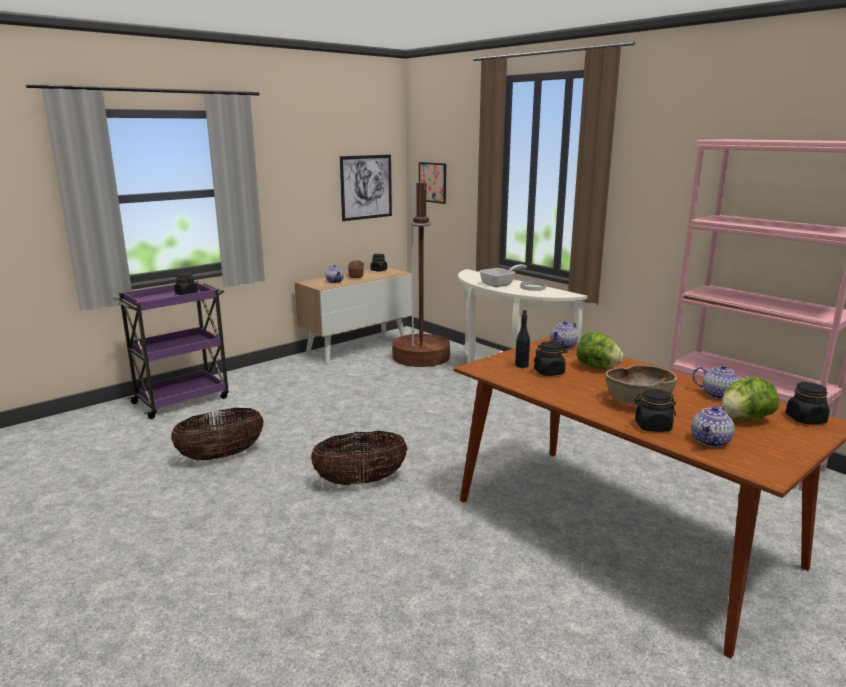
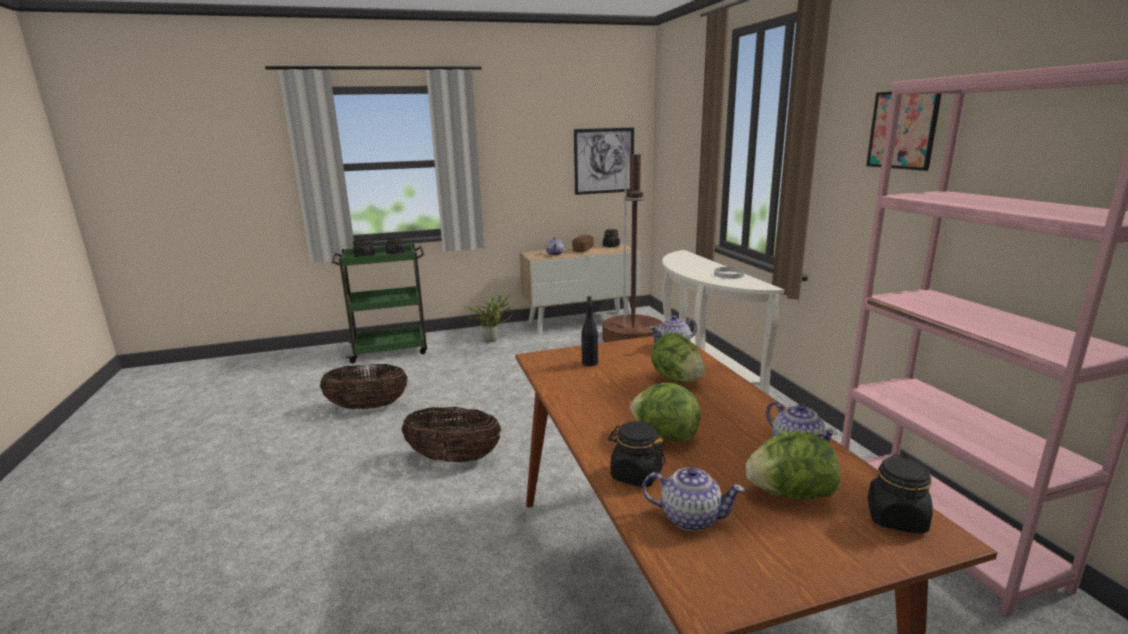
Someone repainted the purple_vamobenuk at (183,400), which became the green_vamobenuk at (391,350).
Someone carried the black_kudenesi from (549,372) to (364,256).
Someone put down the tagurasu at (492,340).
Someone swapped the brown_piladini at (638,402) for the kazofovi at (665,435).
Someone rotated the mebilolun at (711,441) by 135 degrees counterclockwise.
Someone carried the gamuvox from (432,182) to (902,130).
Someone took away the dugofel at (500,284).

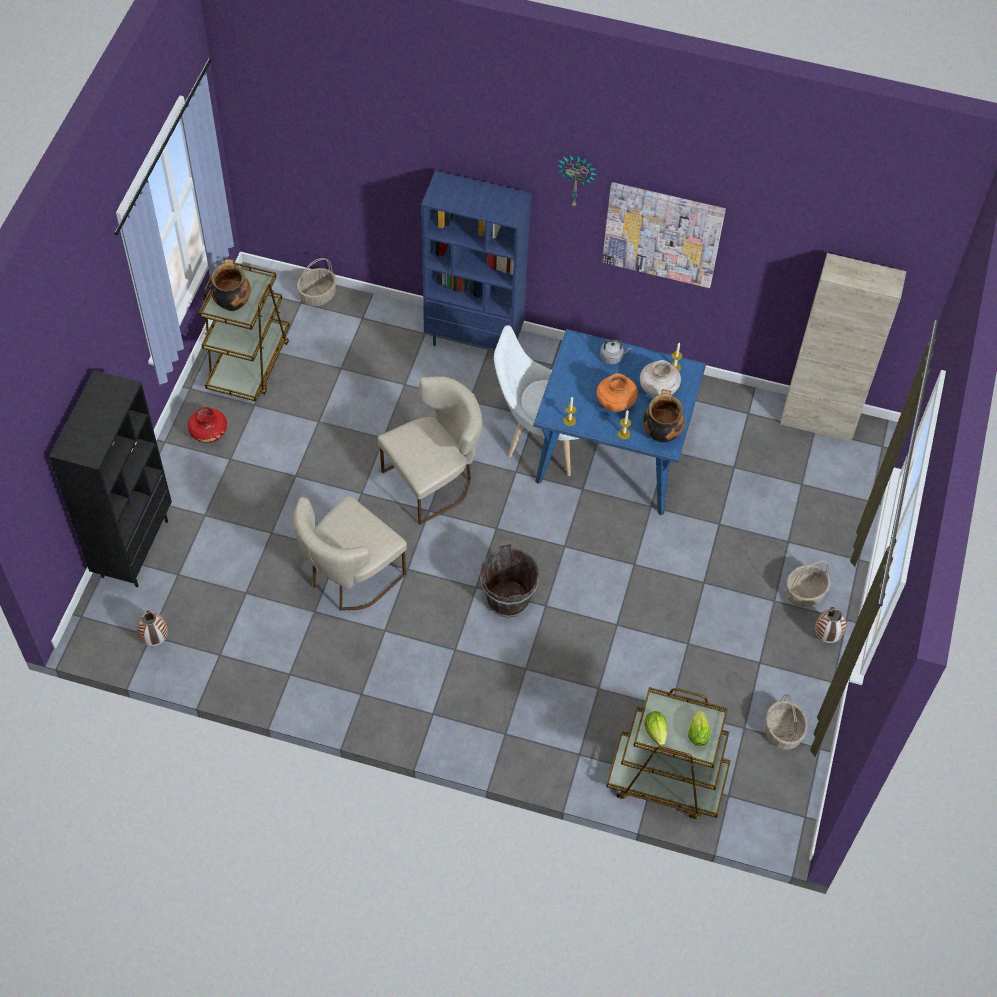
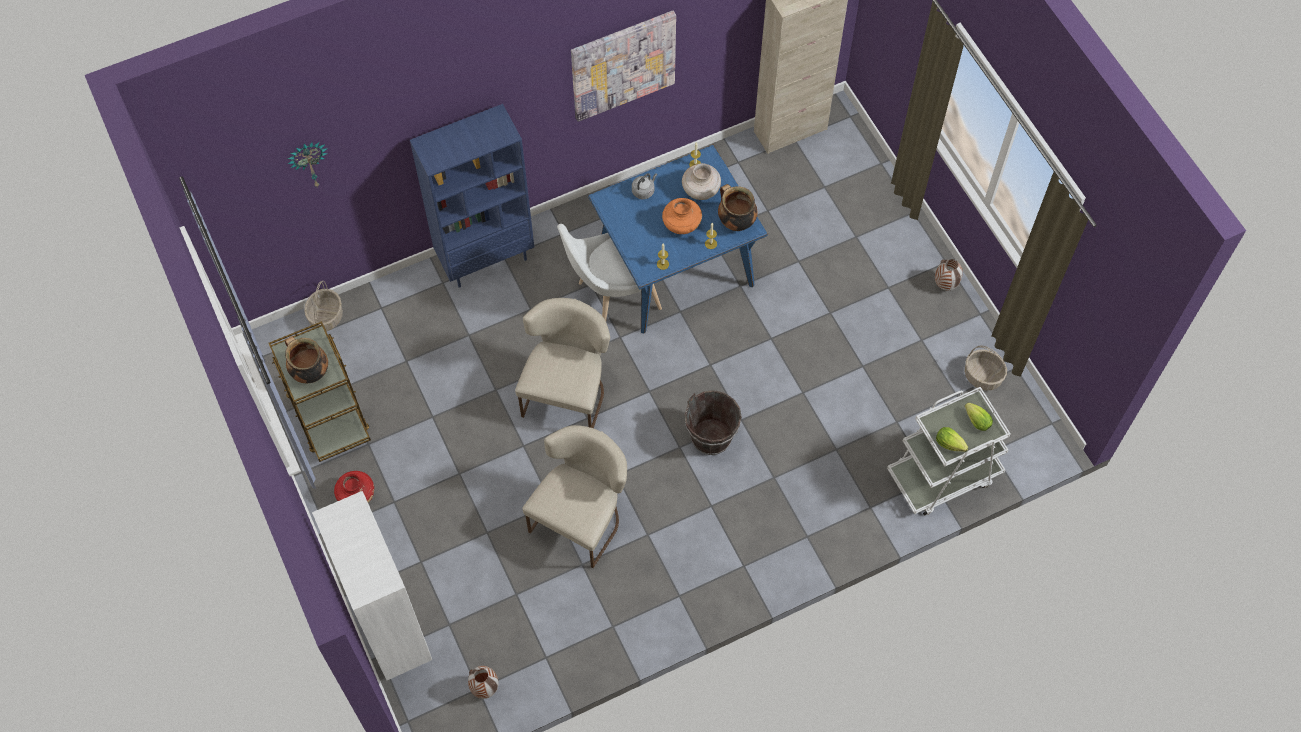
Someone carried the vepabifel from (576,179) to (309,163).
Someone repainted the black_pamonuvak at (134,548), which became the white_pamonuvak at (392,633).
Someone rotated the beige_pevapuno at (349,578) by 150 degrees counterclockwise.
Someone repainted the brown_vamobenuk at (666,780), which became the white_vamobenuk at (943,475).
Someone took away the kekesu at (804,593).

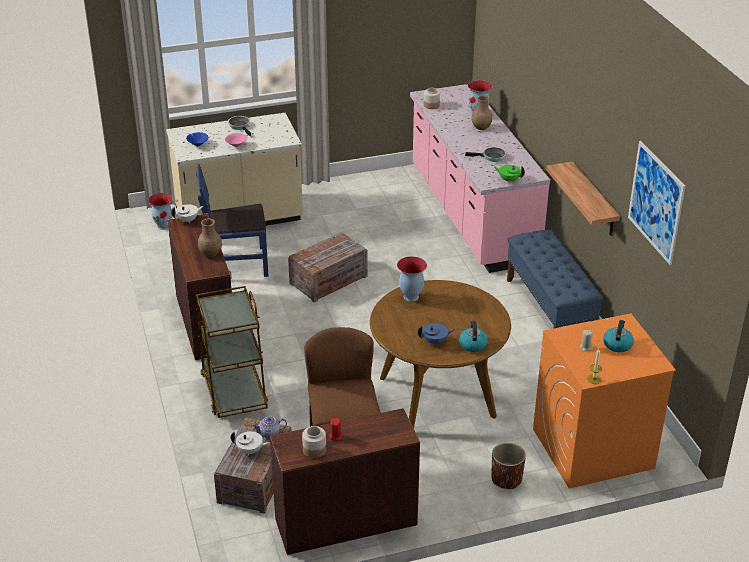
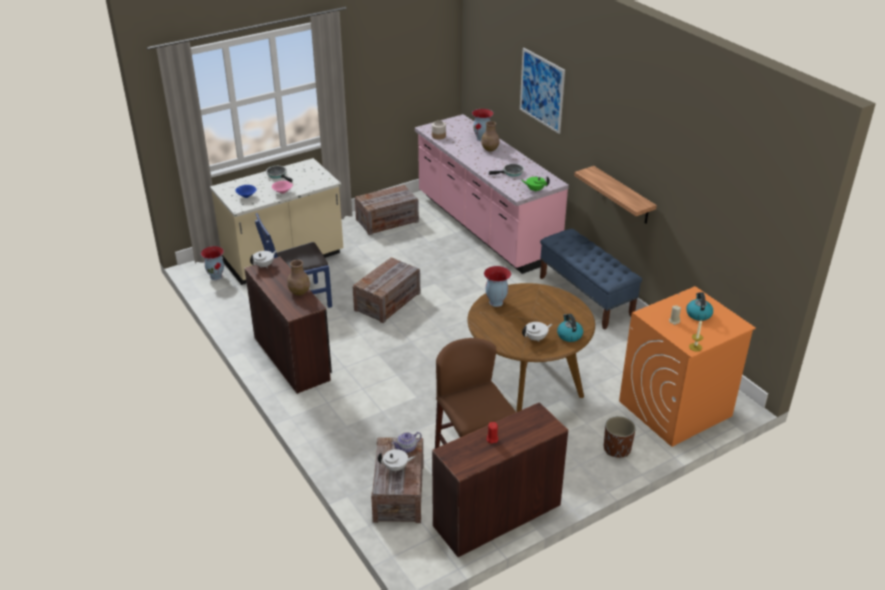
Someone put down the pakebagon at (387,221).
Someone carried the gamuvox from (656,202) to (542,90).
Someone repainted the blue_mebilolun at (435,342), which became the white_mebilolun at (536,338).
Someone took away the brown_vamobenuk at (234,391).
Someone took away the kudenesi at (314,450).

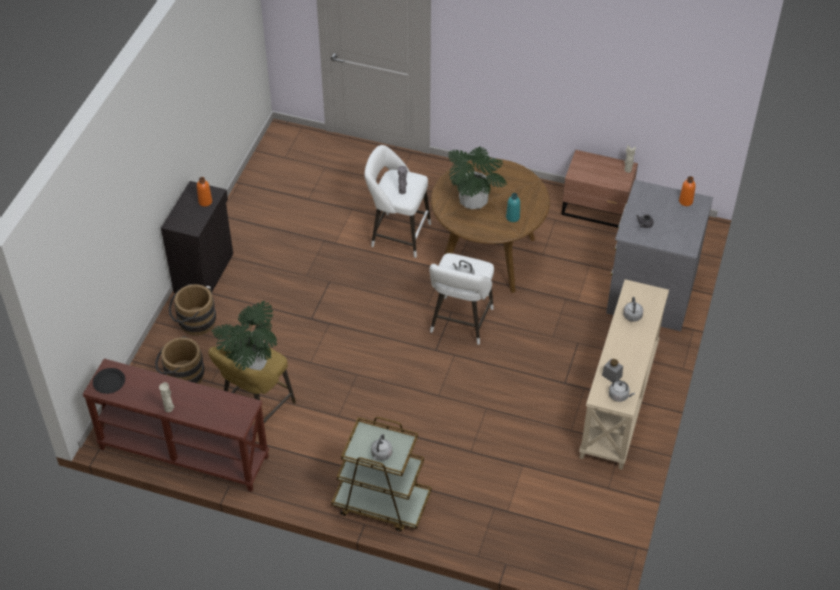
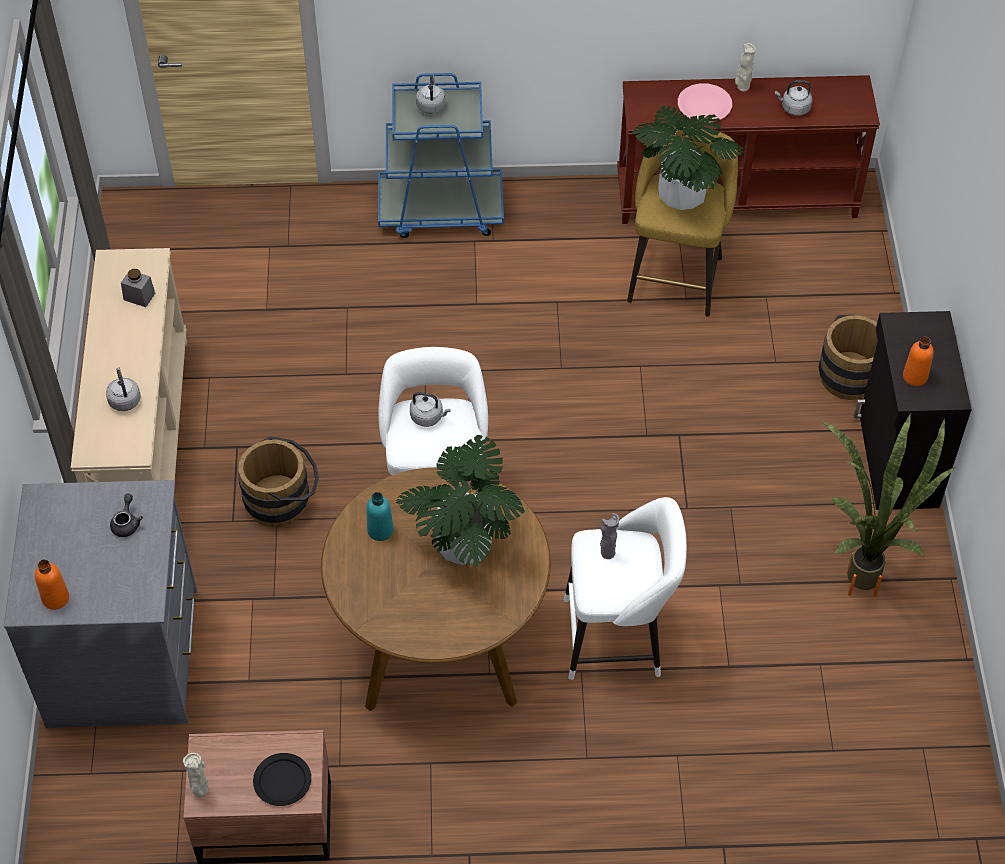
Someone carried the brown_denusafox from (181,375) to (283,500).
Someone carried the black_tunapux from (109,382) to (282,780).
Someone repainted the brown_vamobenuk at (381,503), which became the blue_vamobenuk at (441,210).
Someone put down the pink_tunapux at (704,105).
Someone carried the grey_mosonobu from (619,396) to (794,108).
Someone put down the tagurasu at (864,575).

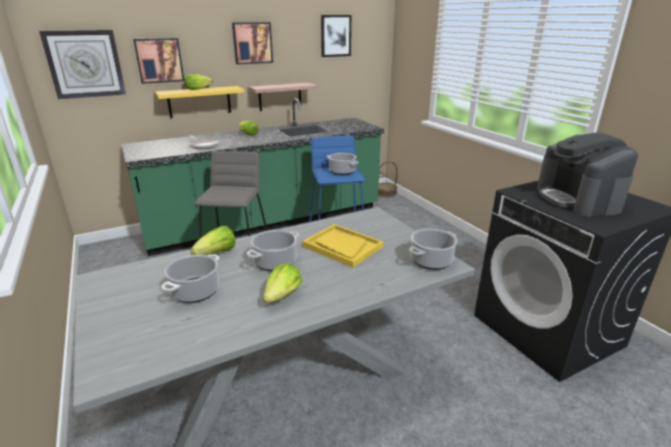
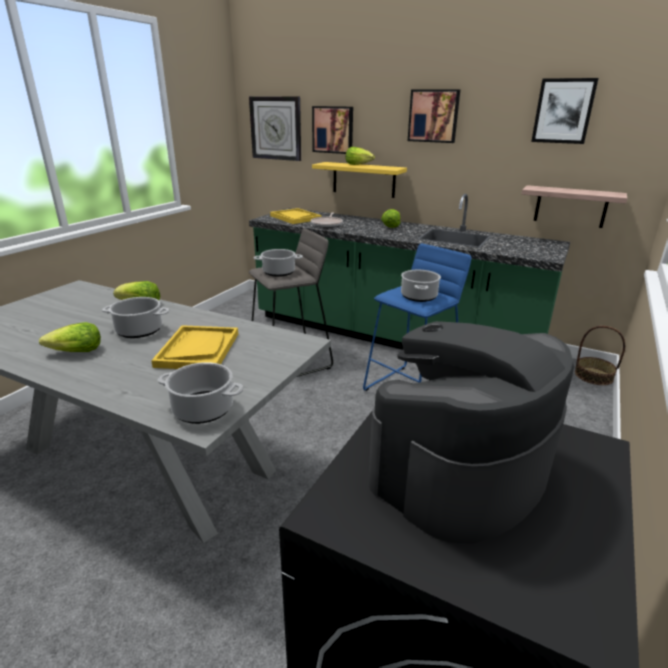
Someone carried the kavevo from (195,292) to (278,272).
Someone put down the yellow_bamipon at (295,217).
Someone carried the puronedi from (280,96) to (570,206).

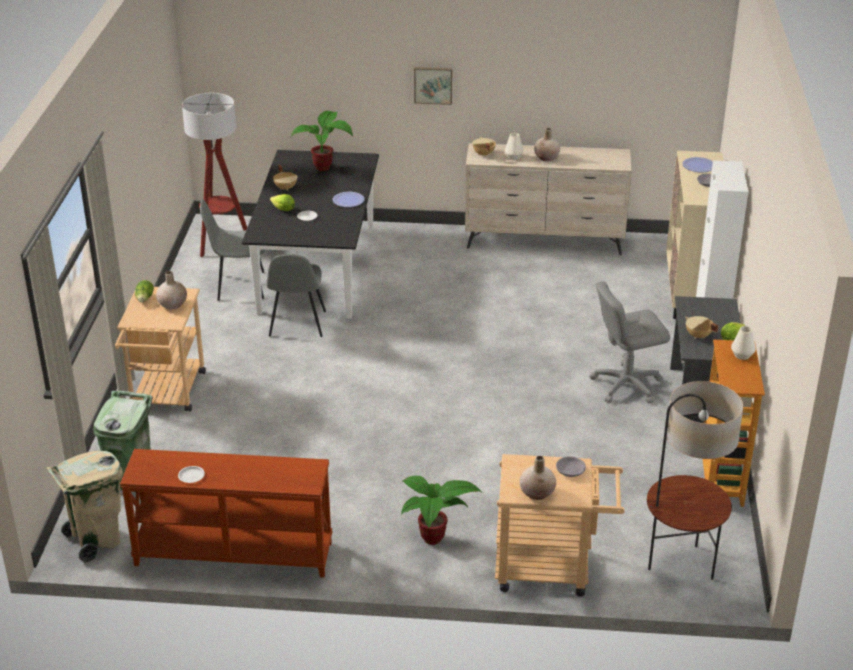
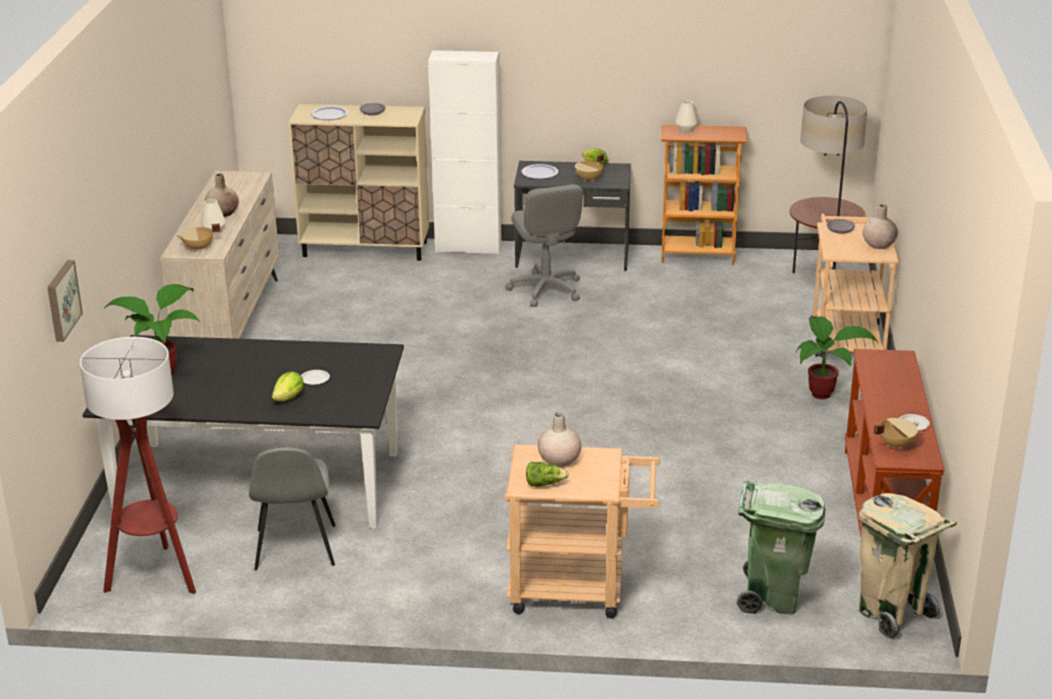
Someone carried the gamuvox from (433,84) to (61,300).
Someone carried the tunapux from (348,200) to (539,173).
Someone carried the beige_kavevo from (286,188) to (895,444).
Someone took away the grey_pevapuno at (297,325).

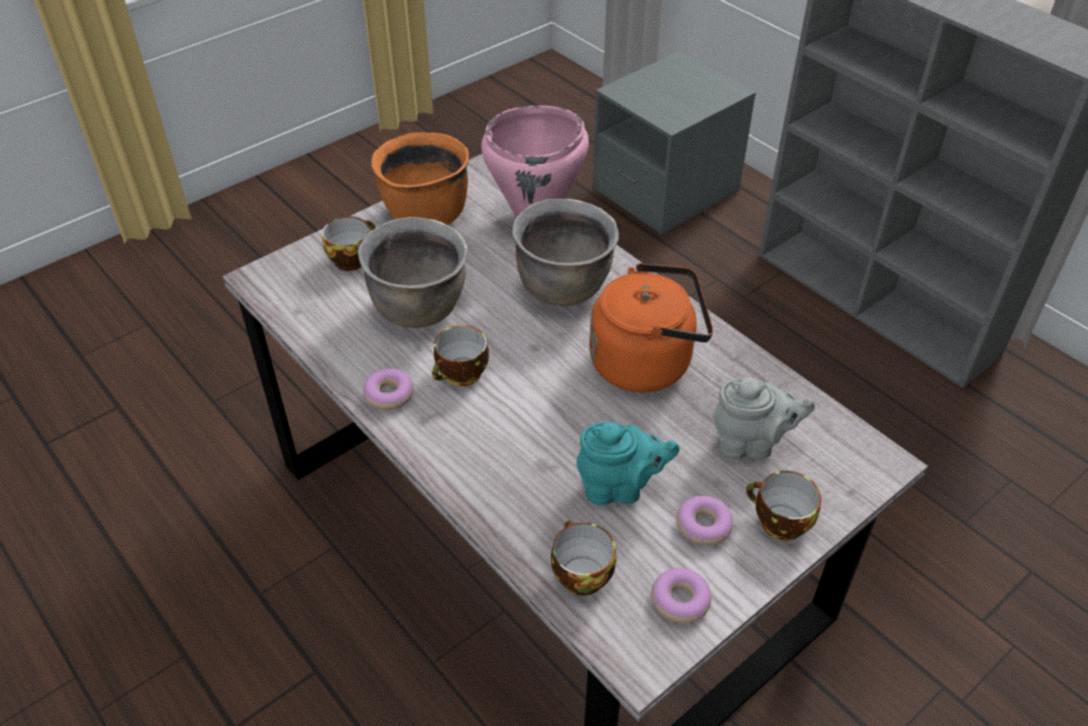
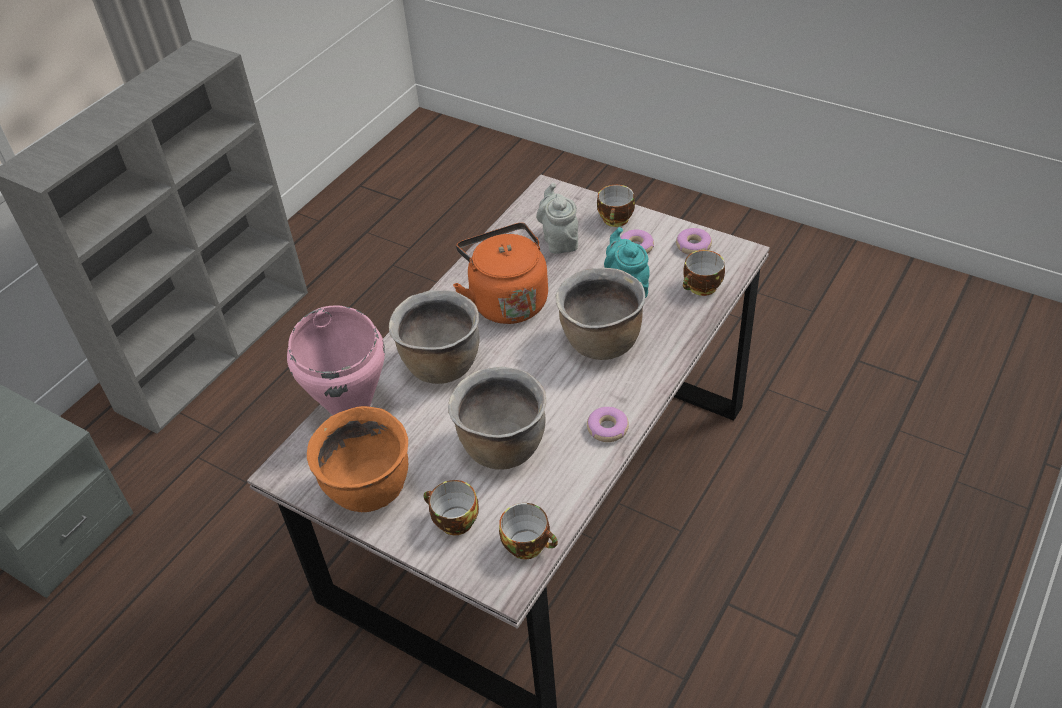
Someone carried the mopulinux from (461,375) to (529,544).
Someone put down the brown_kavevo at (600,342).

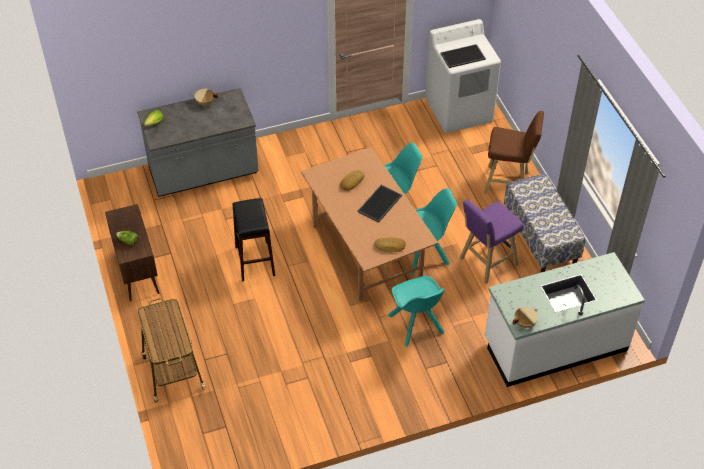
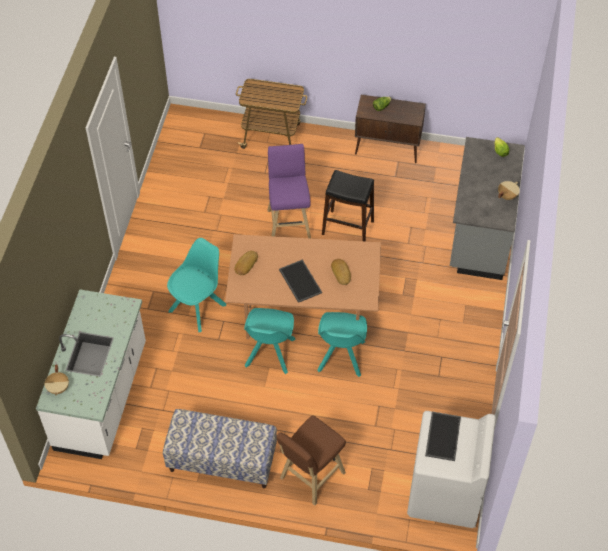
Someone carried the beige_kavevo from (524,323) to (59,388).
Someone rotated the turquoise_pevapuno at (416,325) by 120 degrees clockwise.
Someone carried the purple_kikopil from (486,262) to (289,222).

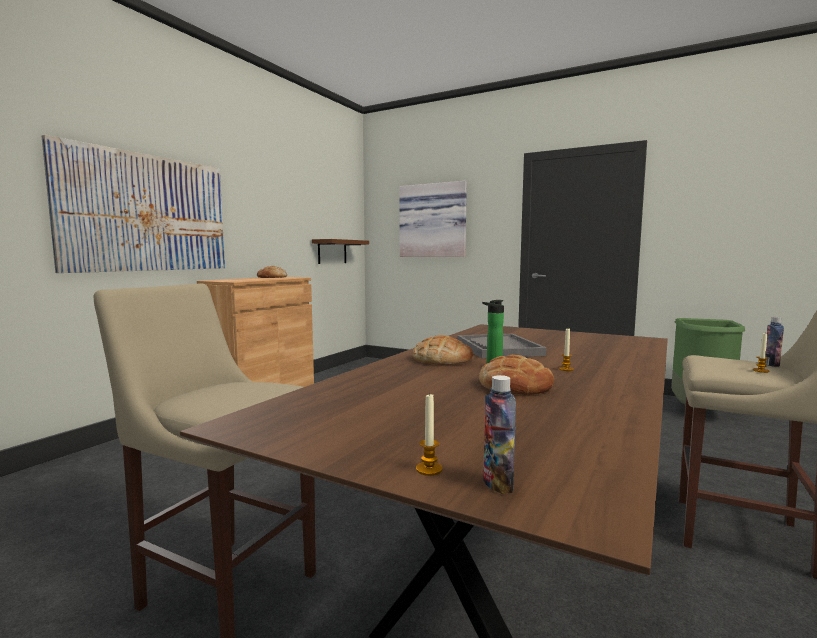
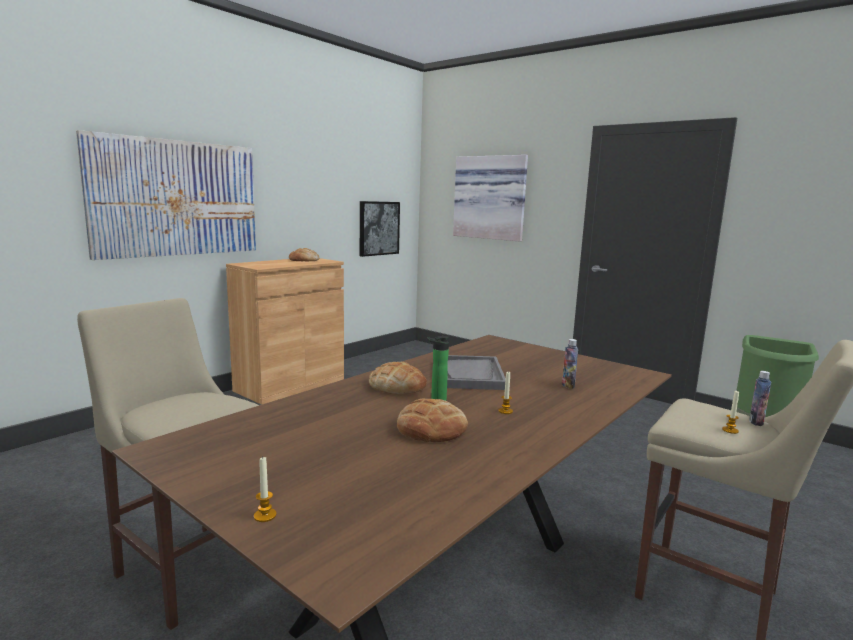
Someone swapped the brown_puronedi at (332,251) for the gamuvox at (378,228).
Someone carried the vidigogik from (497,484) to (568,385).

